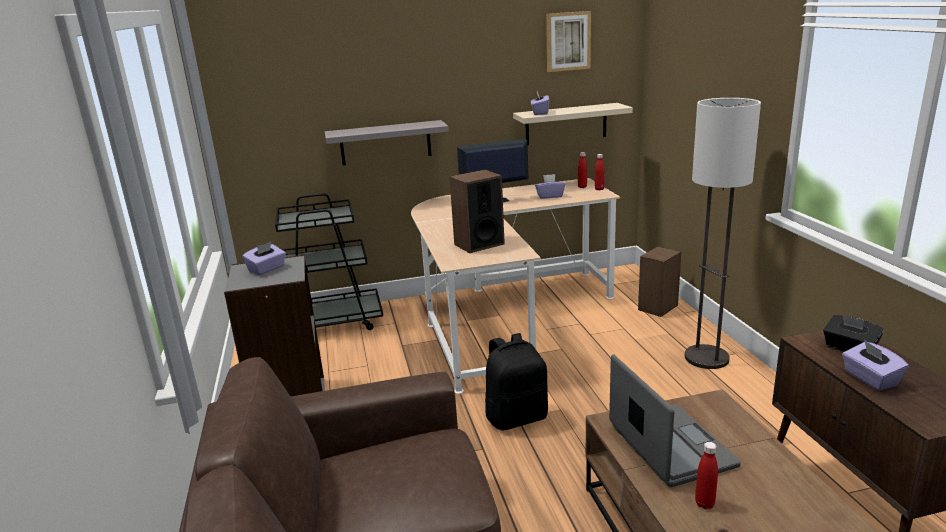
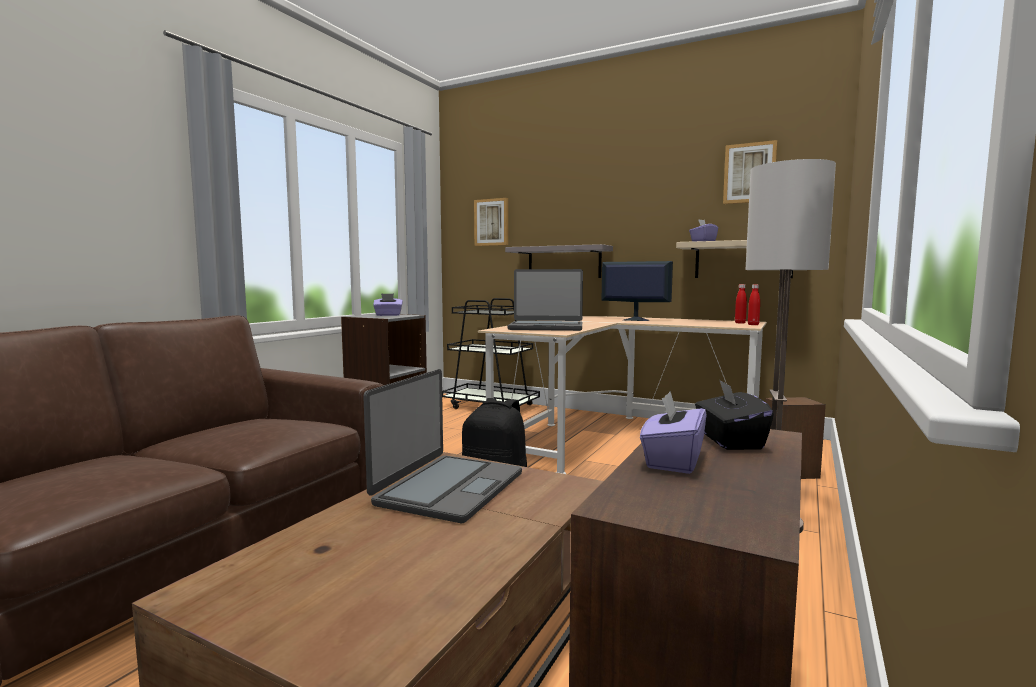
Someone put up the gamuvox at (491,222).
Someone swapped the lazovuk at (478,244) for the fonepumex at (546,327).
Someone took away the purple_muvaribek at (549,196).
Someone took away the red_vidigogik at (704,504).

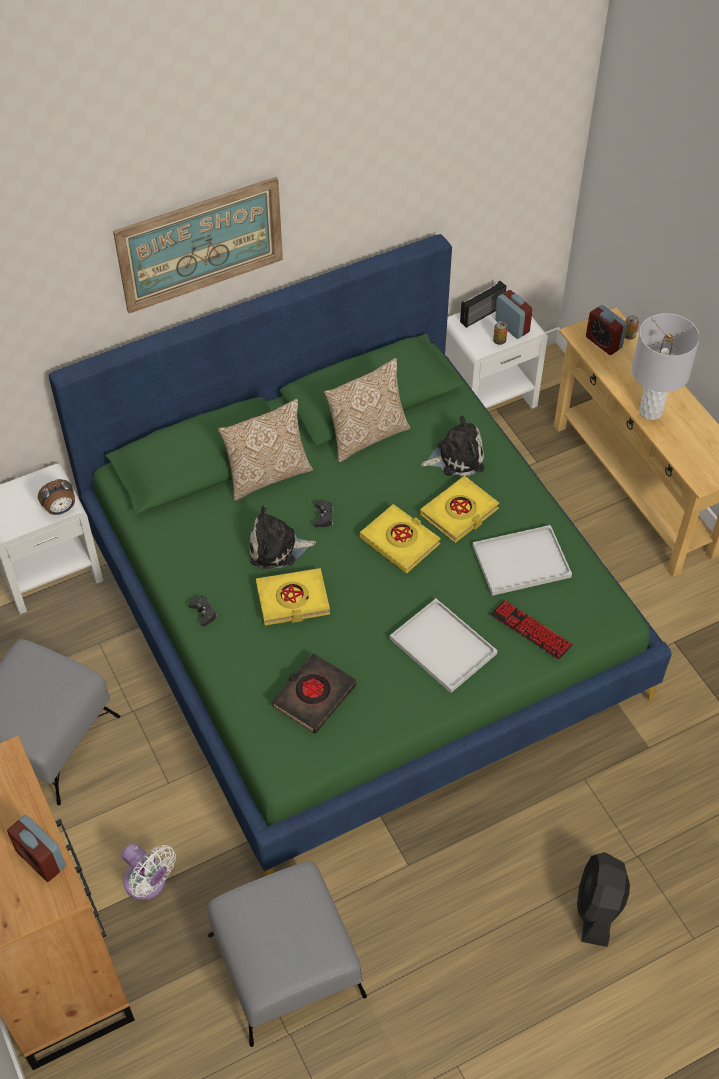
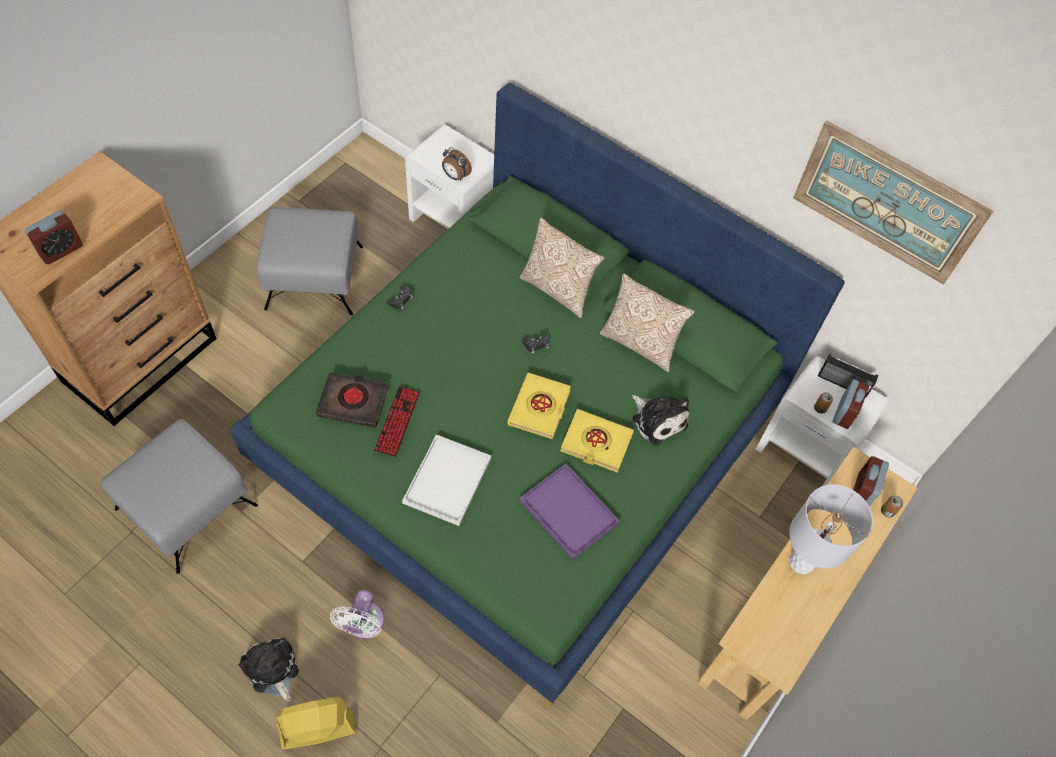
Someone rotated the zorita at (41,859) by 150 degrees counterclockwise.
Someone carried the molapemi from (277,548) to (272,670).
Someone repainted the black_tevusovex at (598,907), which became the yellow_tevusovex at (317,729).
Someone carried the white_tevusovex from (148,883) to (363,624).
Someone carried the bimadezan from (531,630) to (397,422).
Someone repainted the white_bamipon at (522,560), which became the purple_bamipon at (570,512).
Someone carried the gamuvox from (200,244) to (887,202).
Someone took away the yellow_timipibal at (293,600).

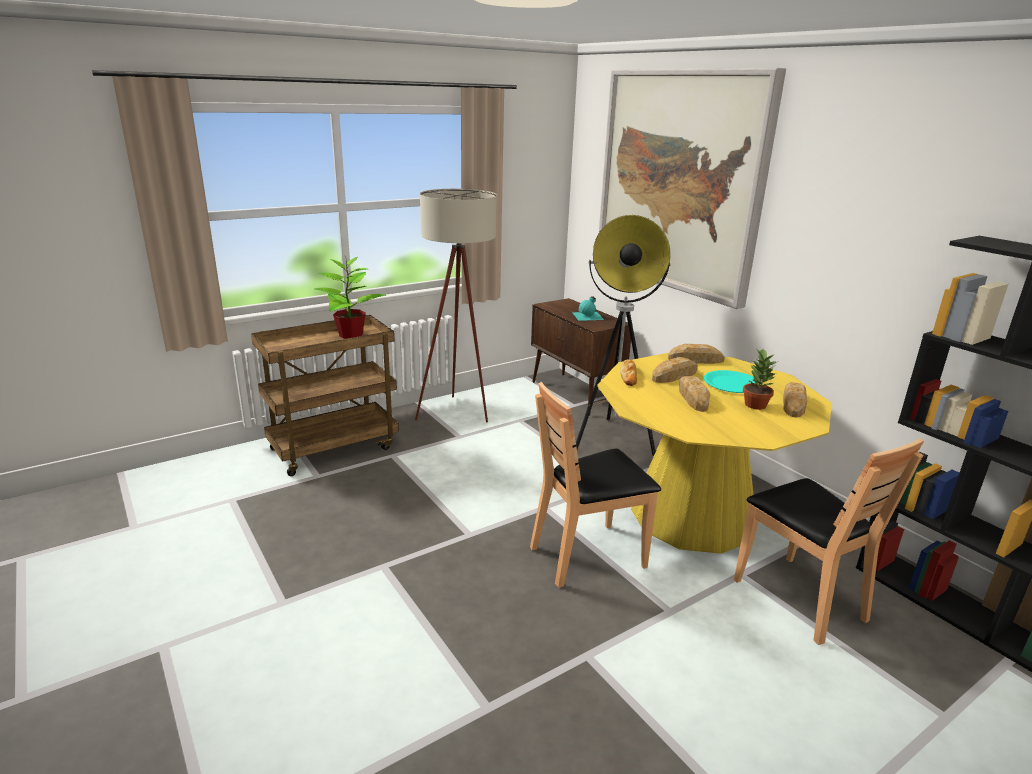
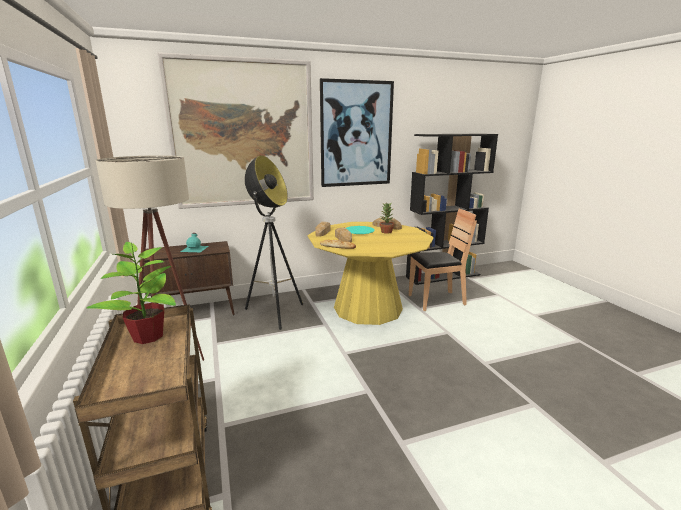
Someone put up the gamuvox at (356,134).
Someone took away the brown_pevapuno at (588,555).
Someone took away the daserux at (693,397).

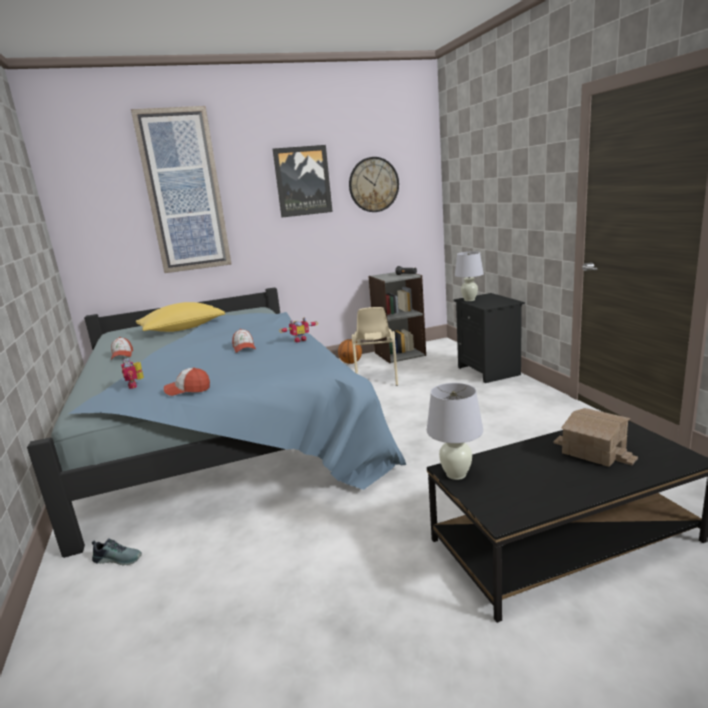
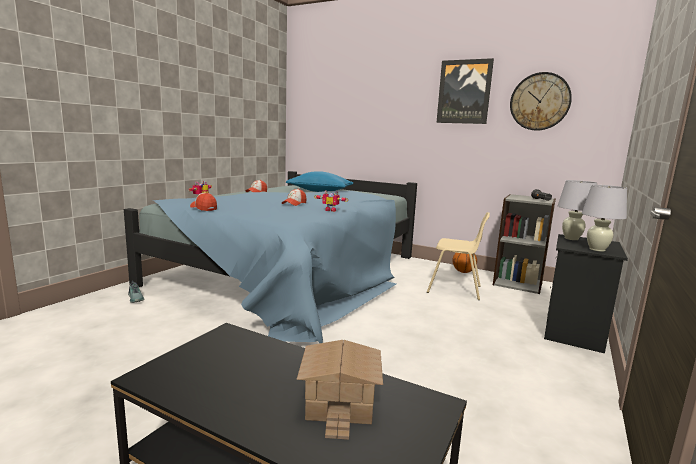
Someone repainted the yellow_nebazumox at (182,329), which became the blue_nebazumox at (320,191).
Someone rotated the beige_pevapuno at (376,379) by 120 degrees counterclockwise.
Someone carried the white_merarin from (456,474) to (597,249).
Someone took away the gamuvox at (184,191).

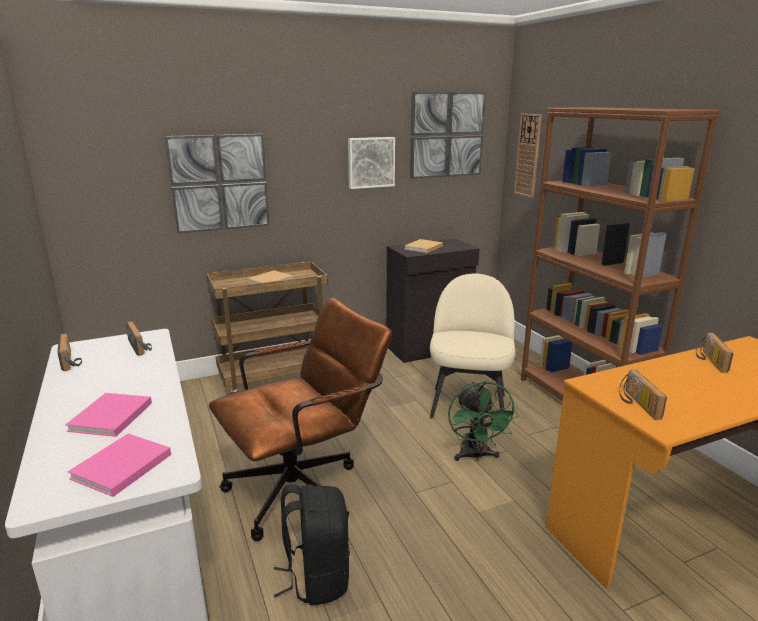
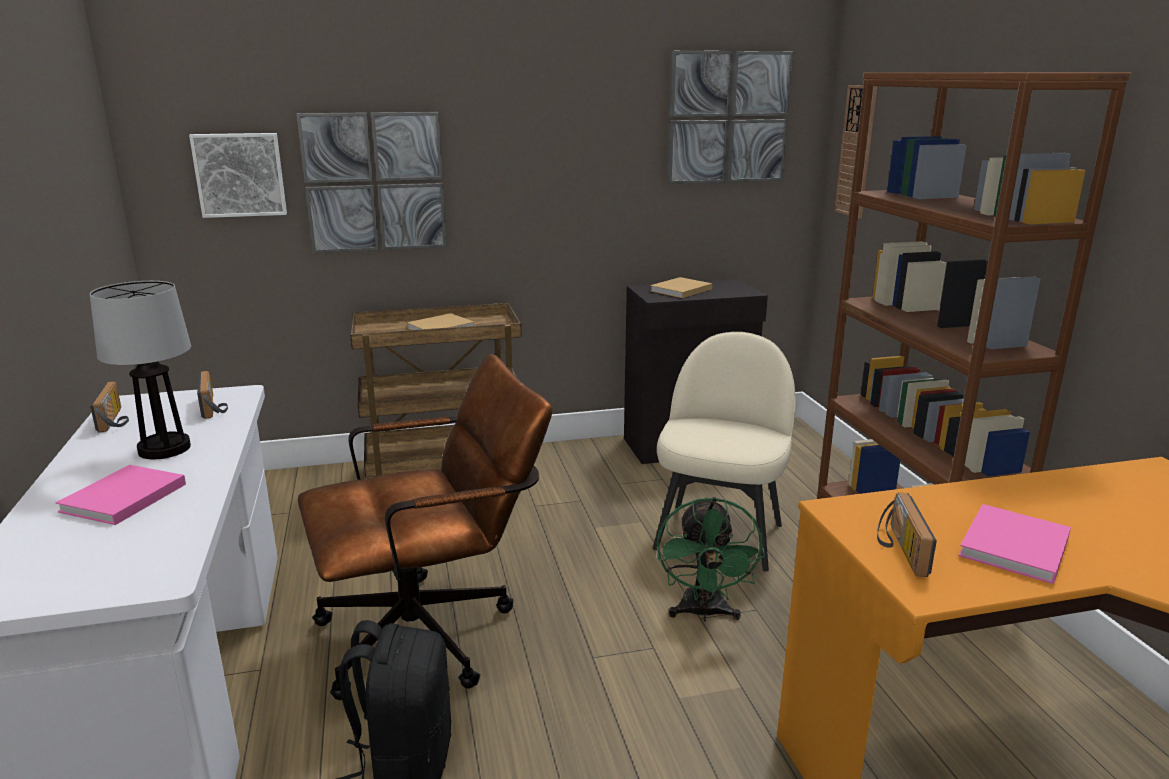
Someone put down the merarin at (164,449).
Someone carried the gamuvox from (370,162) to (240,174).
Someone carried the pink_timipibal from (119,468) to (1013,548).
Someone took away the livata at (709,360).

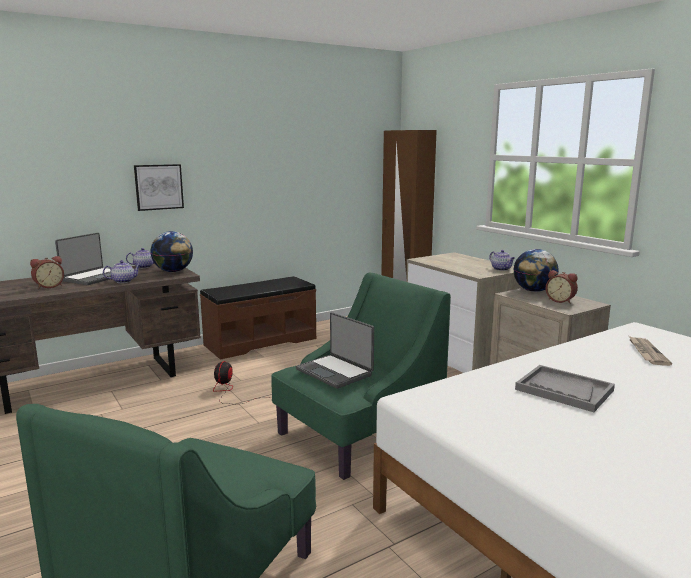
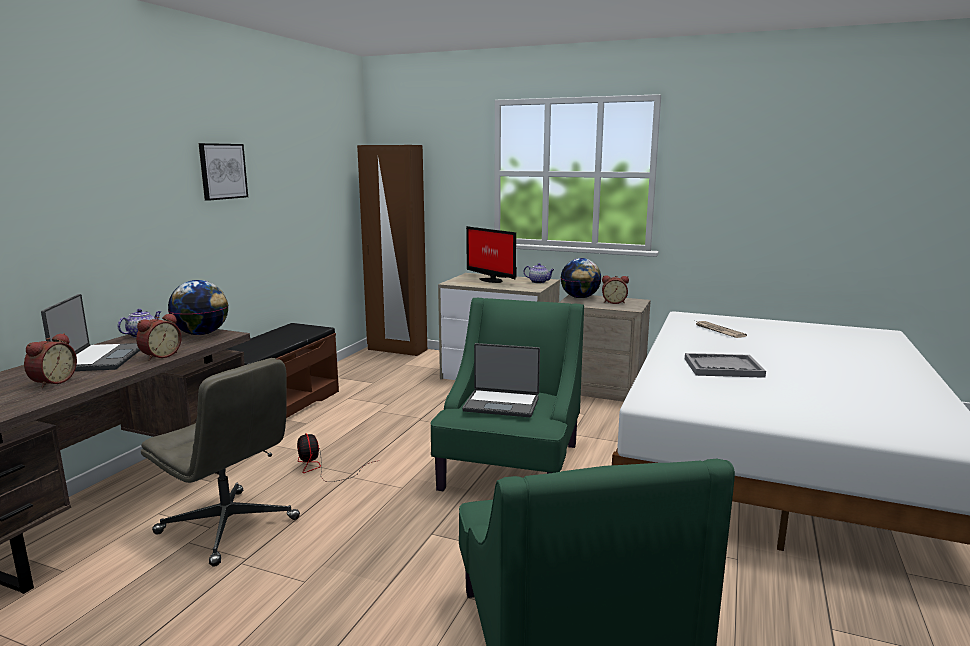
Someone swapped the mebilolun at (124,281) for the zorita at (160,355).
Someone put down the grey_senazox at (229,526).
Someone carried the gamuvox from (158,187) to (222,171).
Someone put down the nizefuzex at (491,280).

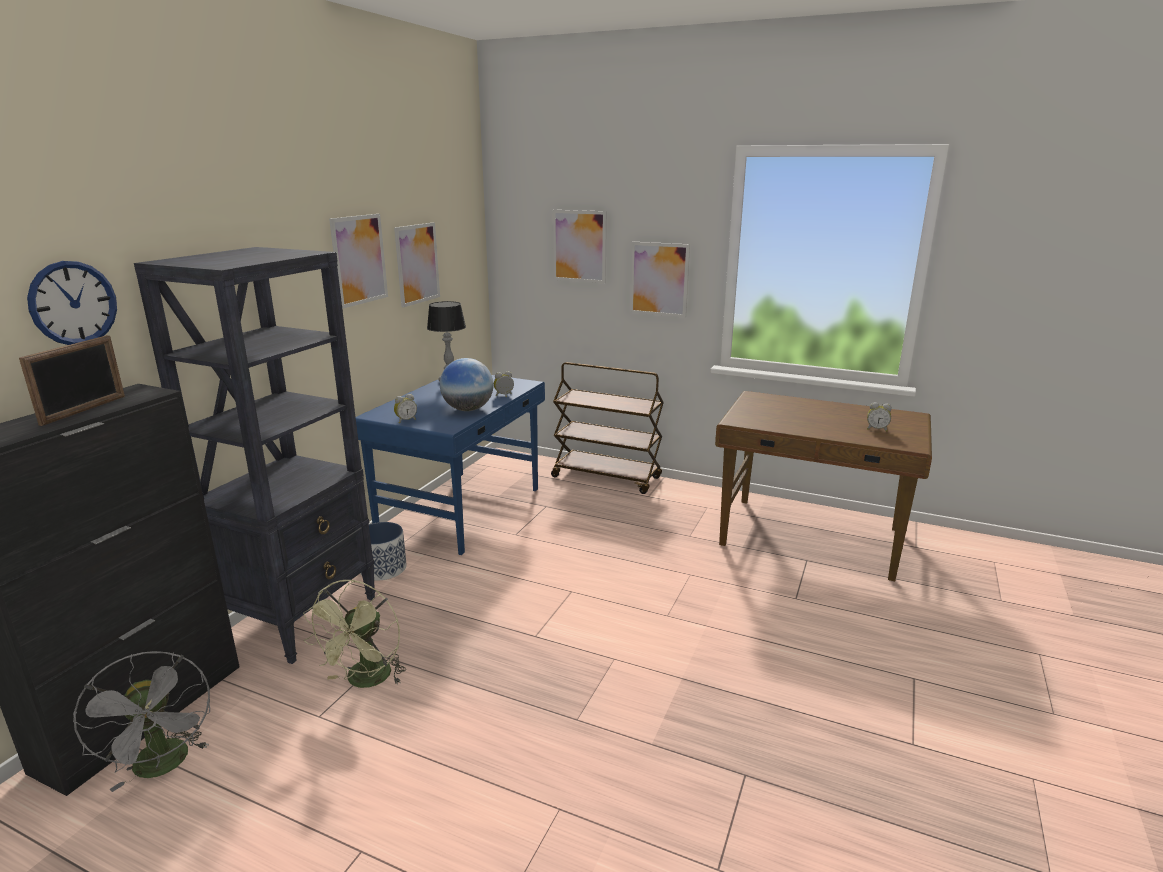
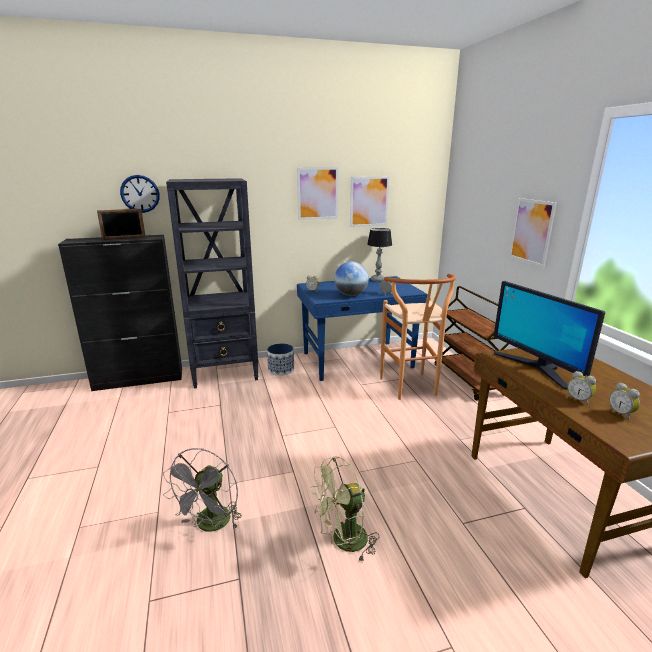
Someone carried the grey_tevusovex from (164,766) to (210,525).
Someone carried the green_tevusovex from (365,681) to (343,542).
Someone put down the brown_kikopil at (411,389).
Someone put down the nizefuzex at (536,368).
Someone put down the zorita at (579,400).
Someone took away the gamuvox at (579,246).

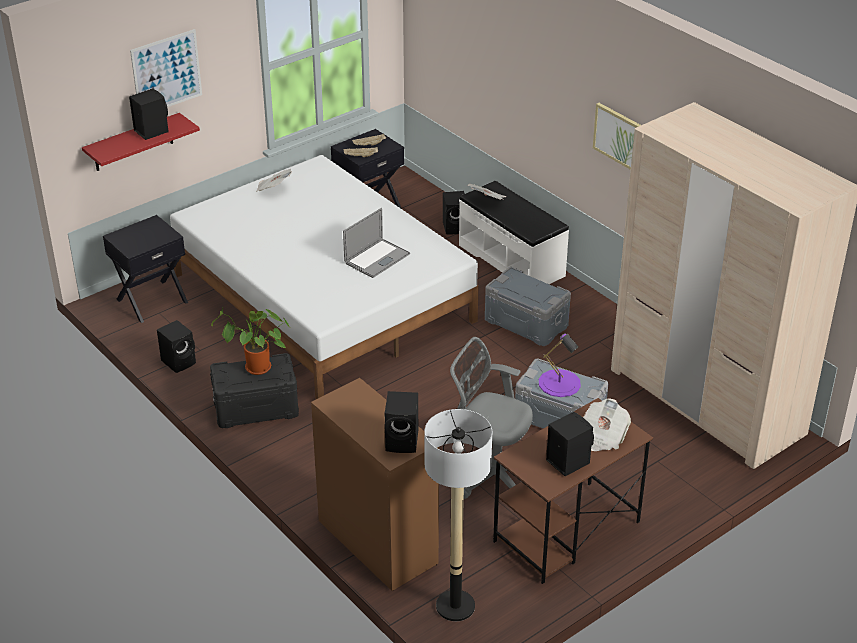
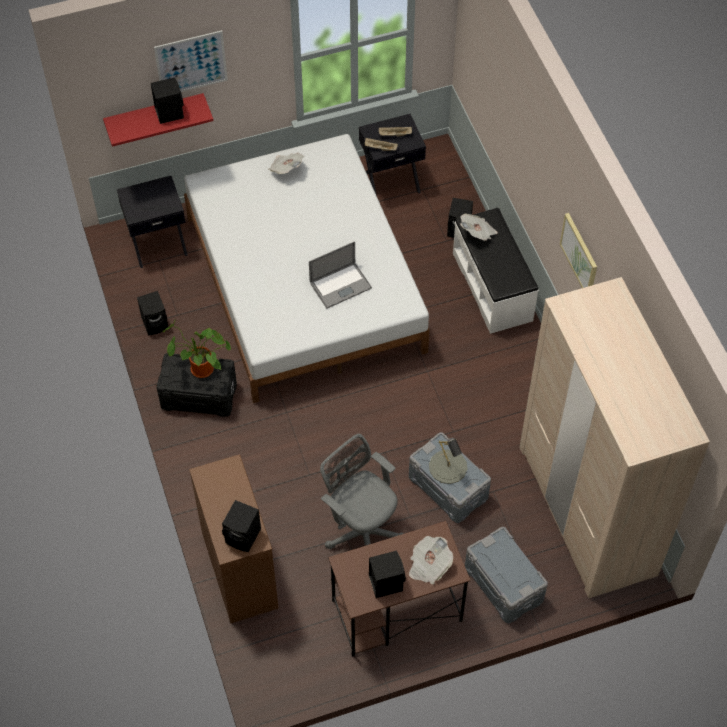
Someone repainted the purple_merarin at (559,383), which became the grey_merarin at (448,466).
Someone carried the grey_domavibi from (526,323) to (504,583).
Someone took away the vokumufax at (455,606).

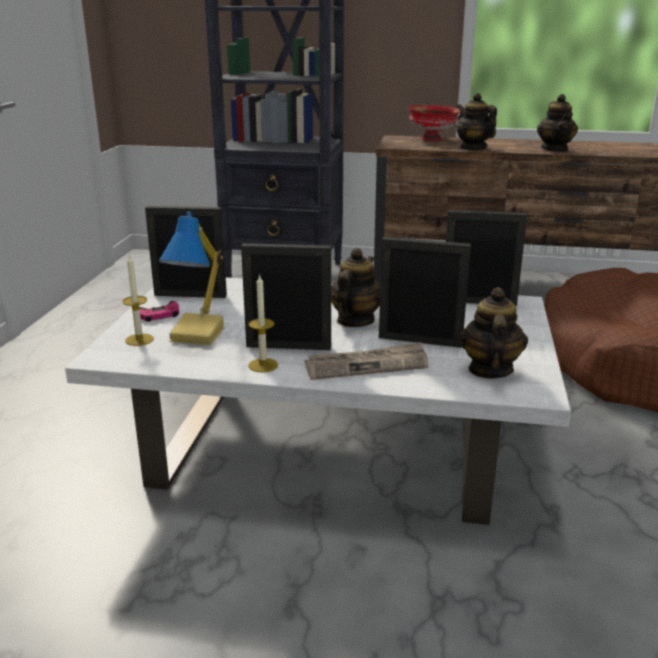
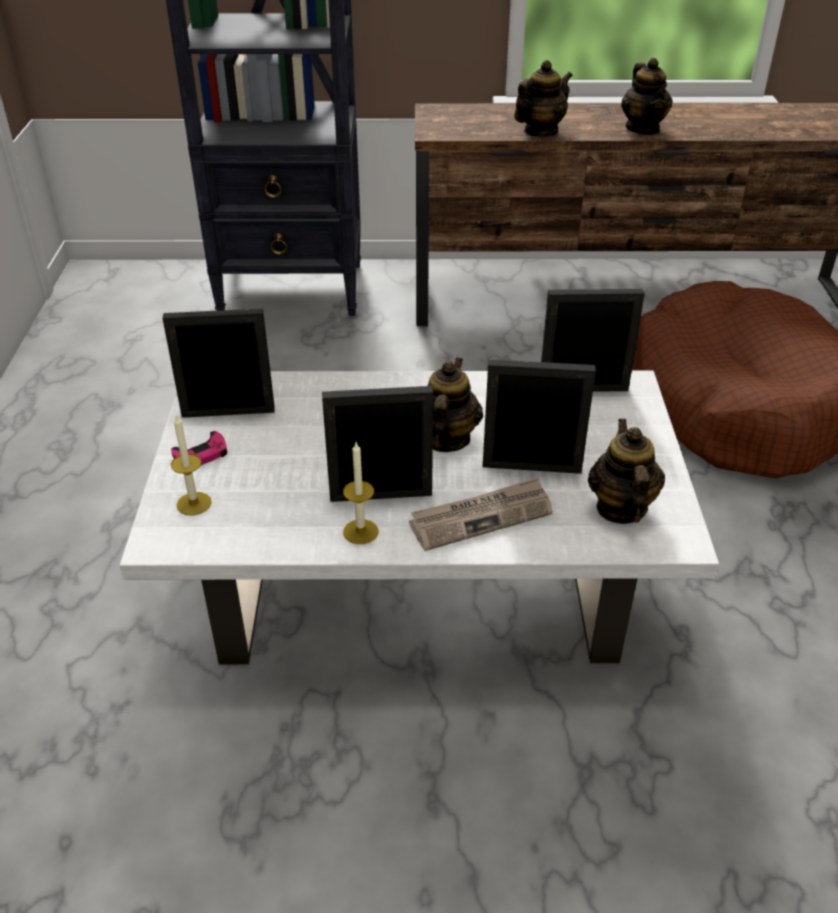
Someone rotated the mebilolun at (473,148) by 90 degrees clockwise.
Someone took away the merarin at (200,334).
Someone took away the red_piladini at (432,139).

